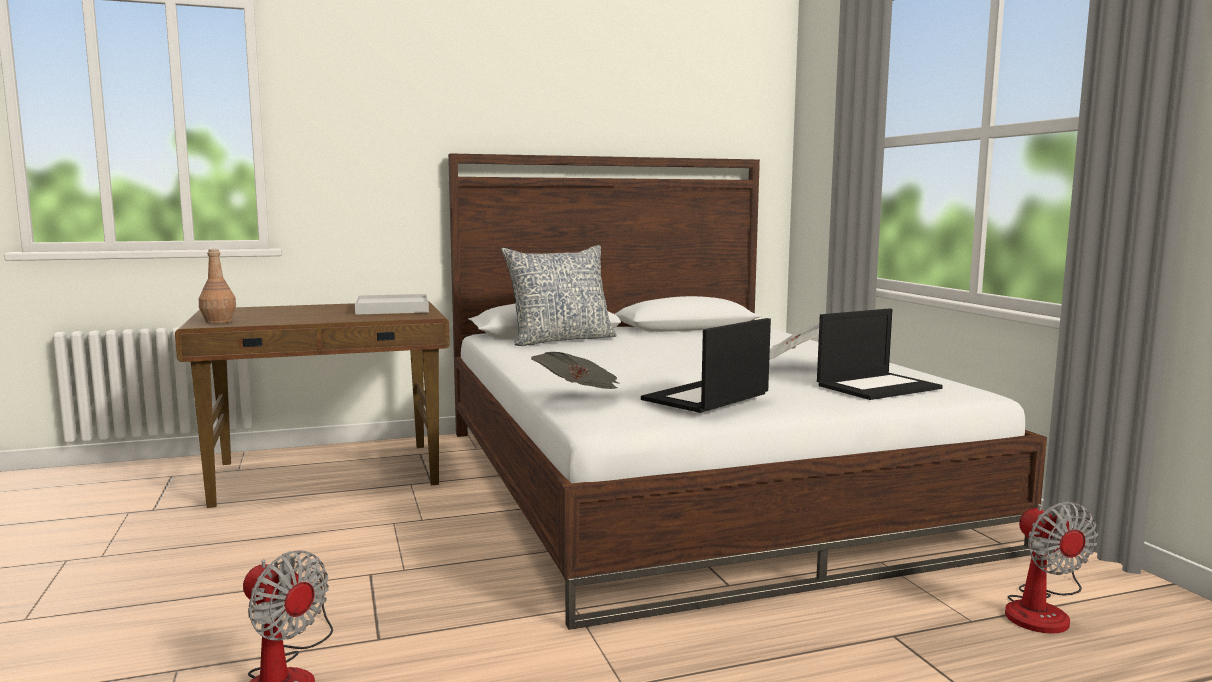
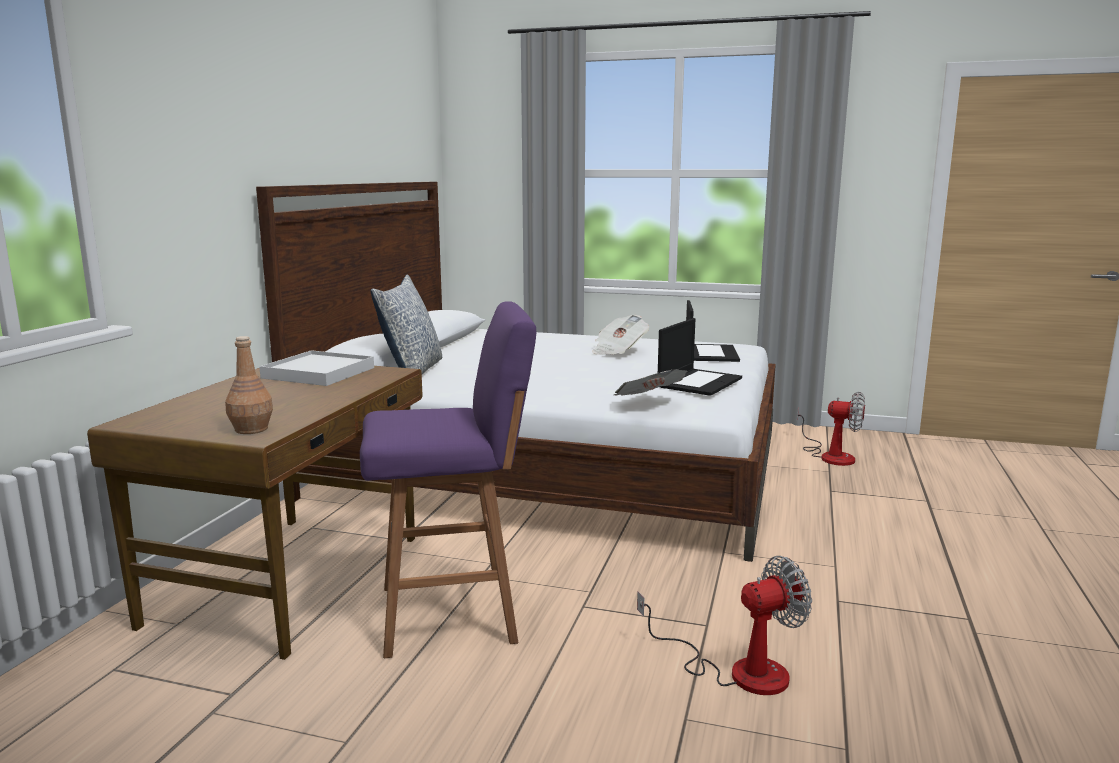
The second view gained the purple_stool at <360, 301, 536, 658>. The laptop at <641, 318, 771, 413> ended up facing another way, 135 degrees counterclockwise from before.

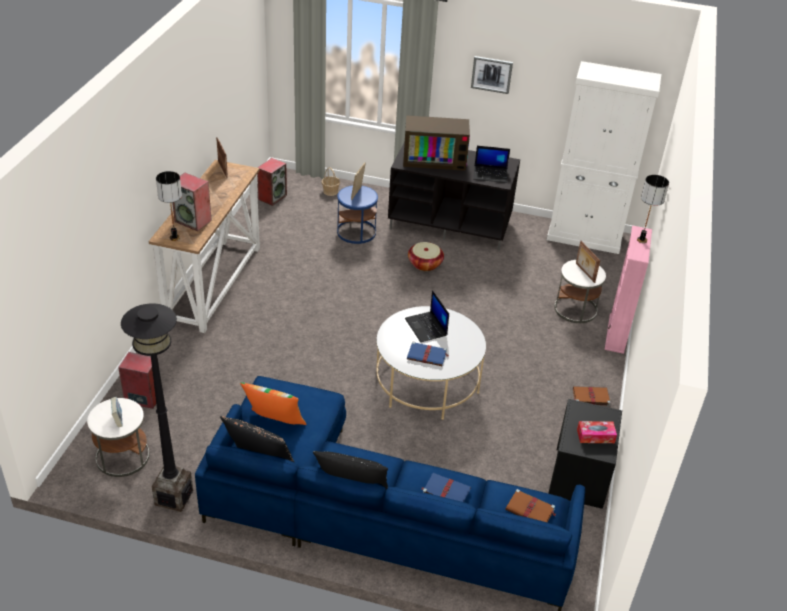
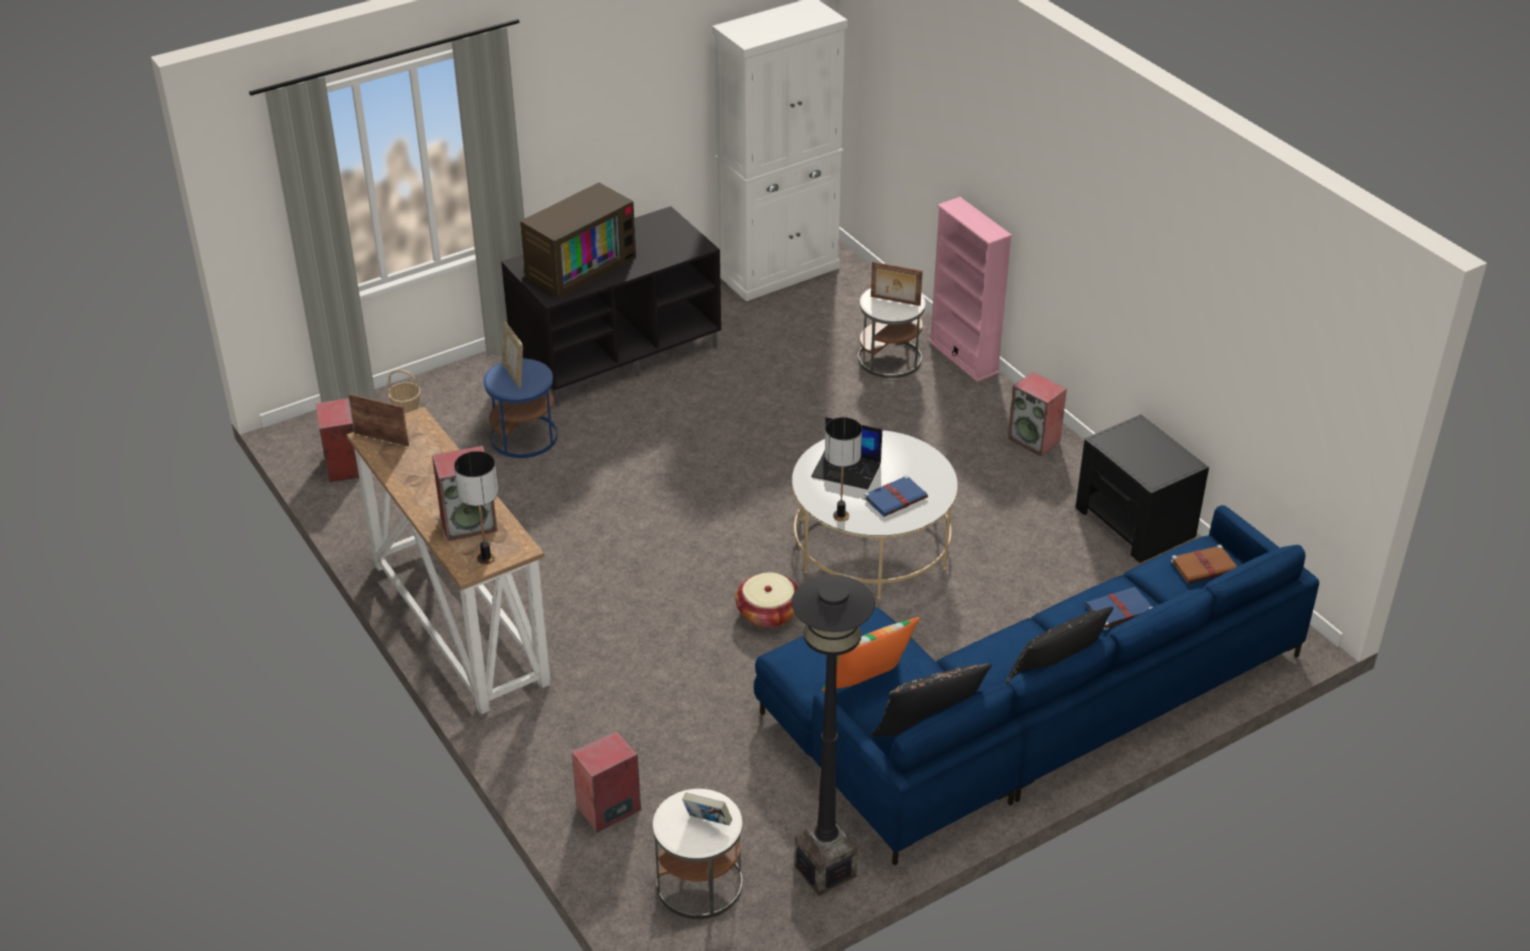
The basket ended up elsewhere, having gone from <408, 242, 444, 271> to <735, 572, 798, 628>. The table_lamp ended up elsewhere, having gone from <637, 175, 669, 243> to <825, 417, 862, 521>. Where the brown_book stood at <573, 386, 611, 406>, the speaker came to stand at <1008, 372, 1067, 456>. The second view lost the picture at <471, 56, 513, 94>. The second view lost the laptop at <473, 146, 510, 183>. The second view lost the tissue_box at <577, 421, 617, 443>.

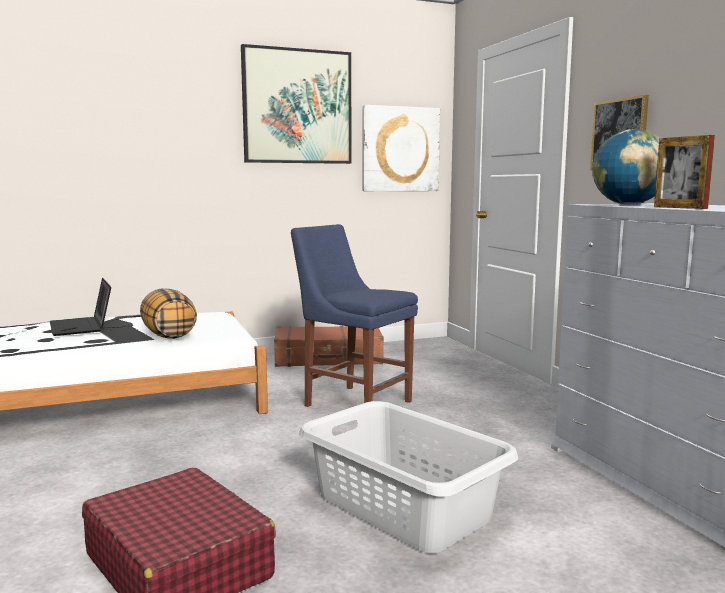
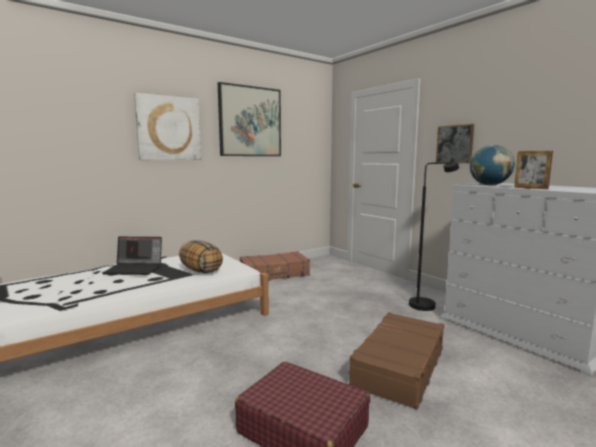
The laptop at <50, 278, 111, 336> ended up facing another way, 45 degrees counterclockwise from before. The picture ended up elsewhere, having gone from <362, 105, 440, 191> to <134, 93, 202, 160>. Where the grey_laundry_basket stood at <299, 401, 518, 553>, the brown_suitcase came to stand at <348, 312, 444, 410>. The second view gained the black_floor_lamp at <409, 162, 459, 311>. The second view lost the blue_chair at <291, 224, 418, 407>.

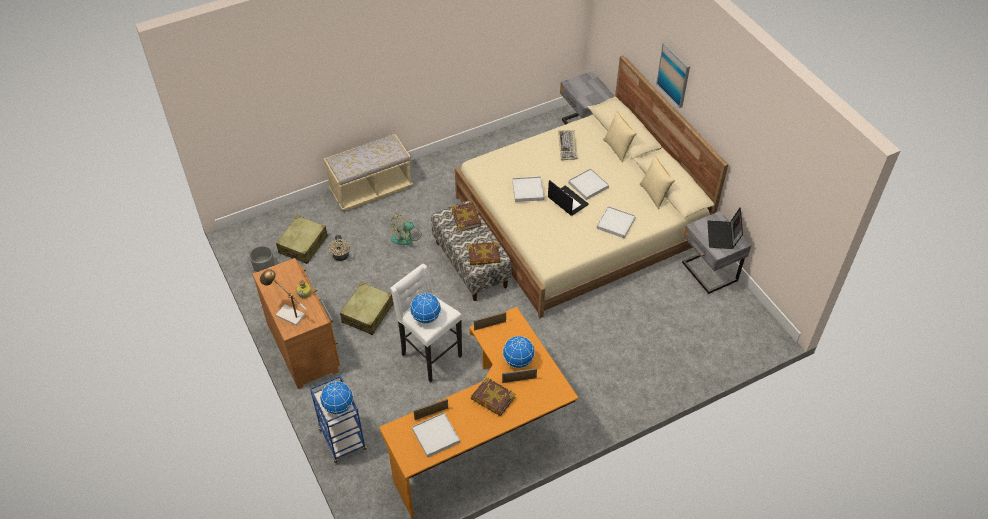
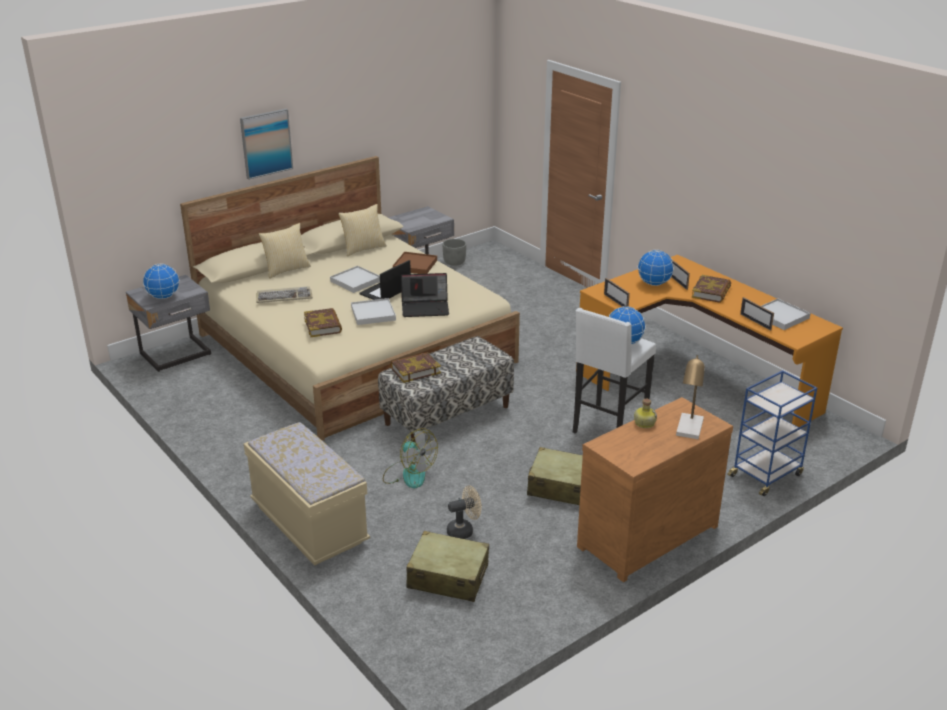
The globe ended up elsewhere, having gone from <320, 381, 353, 415> to <143, 264, 180, 299>. The book ended up elsewhere, having gone from <468, 242, 500, 265> to <304, 308, 342, 337>. What was the white_tray at <597, 206, 636, 239> turned into the brown_tray at <393, 252, 437, 274>. The laptop ended up elsewhere, having gone from <707, 208, 743, 249> to <401, 273, 449, 317>. The grey_planter ended up elsewhere, having gone from <249, 246, 274, 272> to <442, 239, 466, 266>.

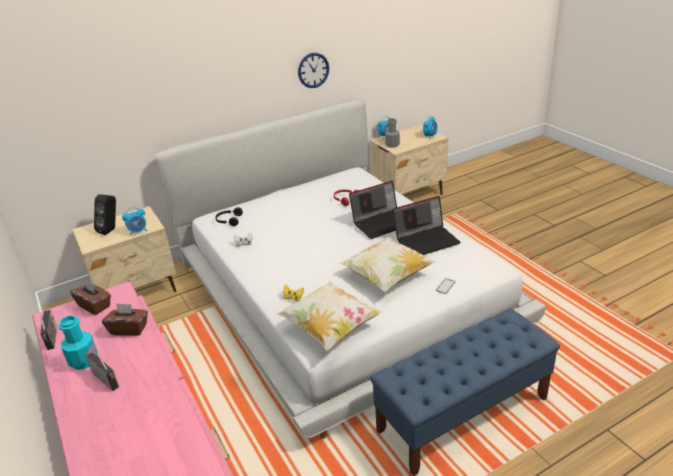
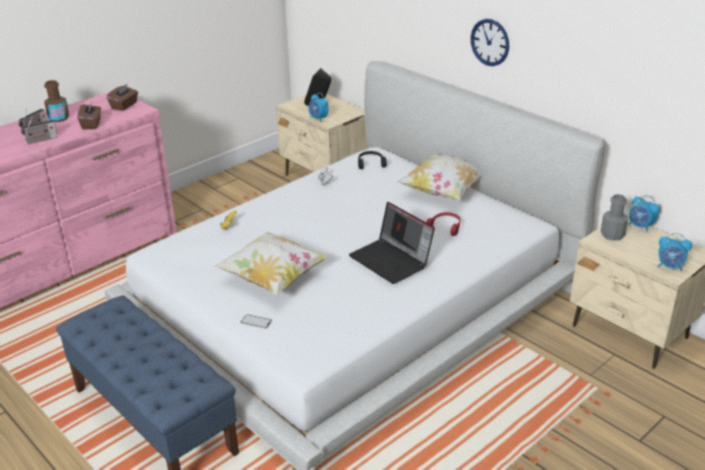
The radio ended up elsewhere, having gone from <40, 310, 57, 350> to <21, 116, 58, 144>. What was the turquoise_bottle at <59, 315, 98, 370> turned into the brown_bottle at <44, 80, 69, 122>. The pillow ended up elsewhere, having gone from <277, 281, 383, 351> to <397, 154, 482, 200>. The wall_clock ended up elsewhere, having gone from <298, 53, 329, 88> to <471, 19, 509, 66>. The second view lost the laptop at <393, 196, 461, 255>.

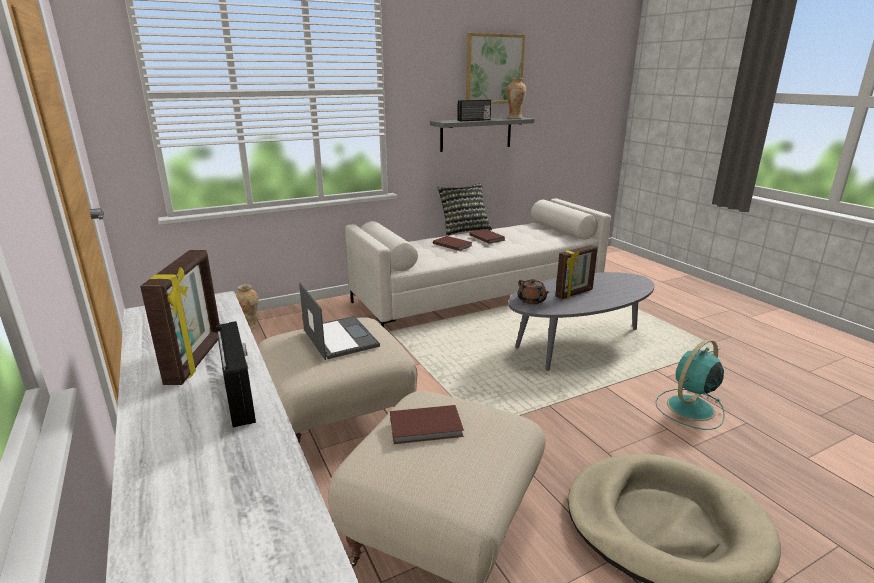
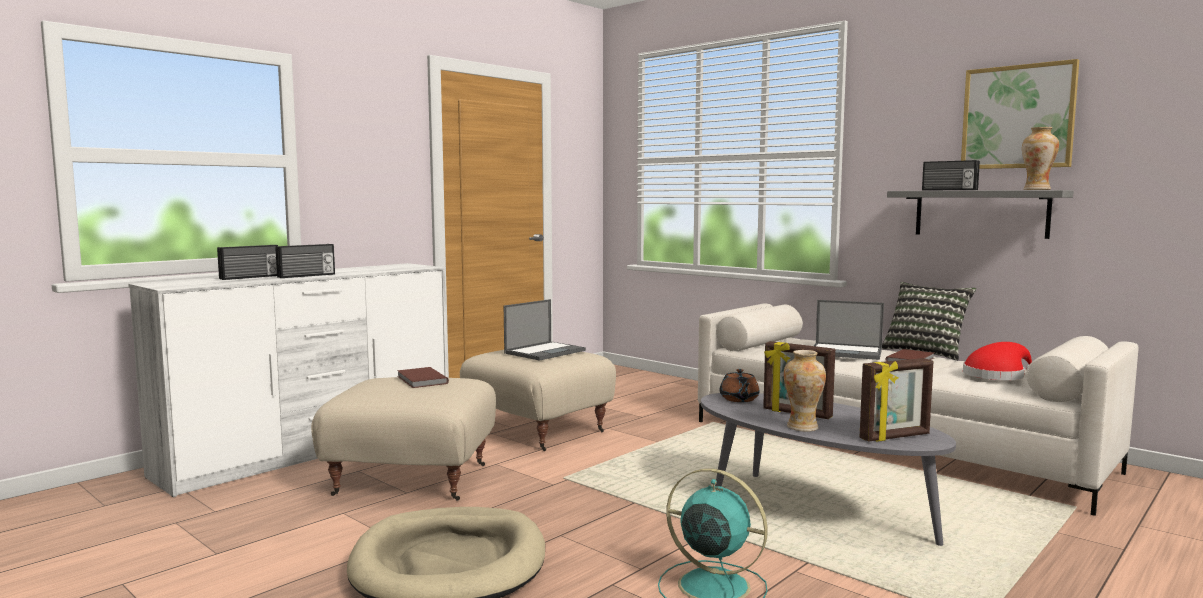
The second view gained the radio at <217, 245, 278, 280>. The brown_teapot at <517, 279, 550, 304> ended up facing another way, 45 degrees counterclockwise from before. The vase ended up elsewhere, having gone from <236, 284, 259, 329> to <784, 350, 826, 432>. Where the brown_book stood at <433, 236, 473, 251>, the laptop came to stand at <814, 300, 884, 360>. The picture_frame ended up elsewhere, having gone from <140, 250, 220, 385> to <860, 358, 934, 442>. The second view gained the red_hat at <963, 342, 1032, 380>.

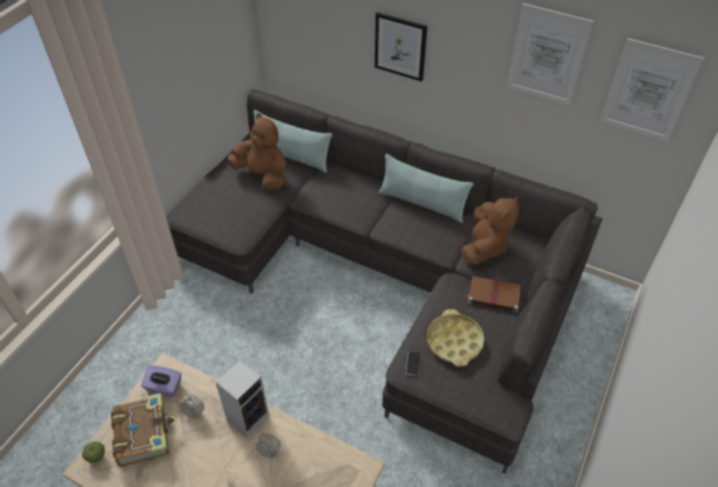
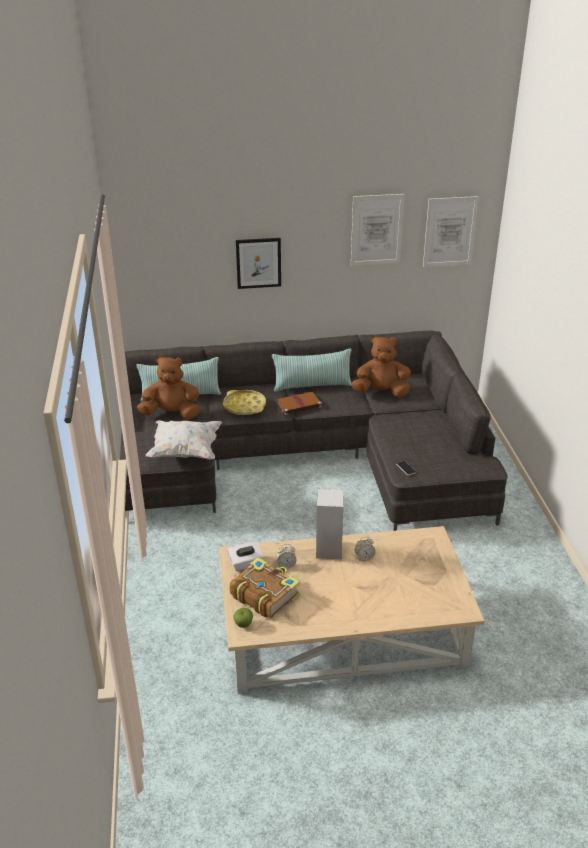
The second view gained the white_pillow at <145, 420, 222, 460>. The yellow_tray ended up elsewhere, having gone from <427, 309, 484, 367> to <223, 390, 266, 415>. What was the purple_tissue_box at <141, 365, 181, 397> turned into the white_tissue_box at <227, 541, 264, 571>. The brown_book ended up elsewhere, having gone from <464, 276, 521, 313> to <276, 392, 322, 415>. The brown_plush_toy at <461, 196, 519, 265> ended up facing another way, 75 degrees counterclockwise from before.

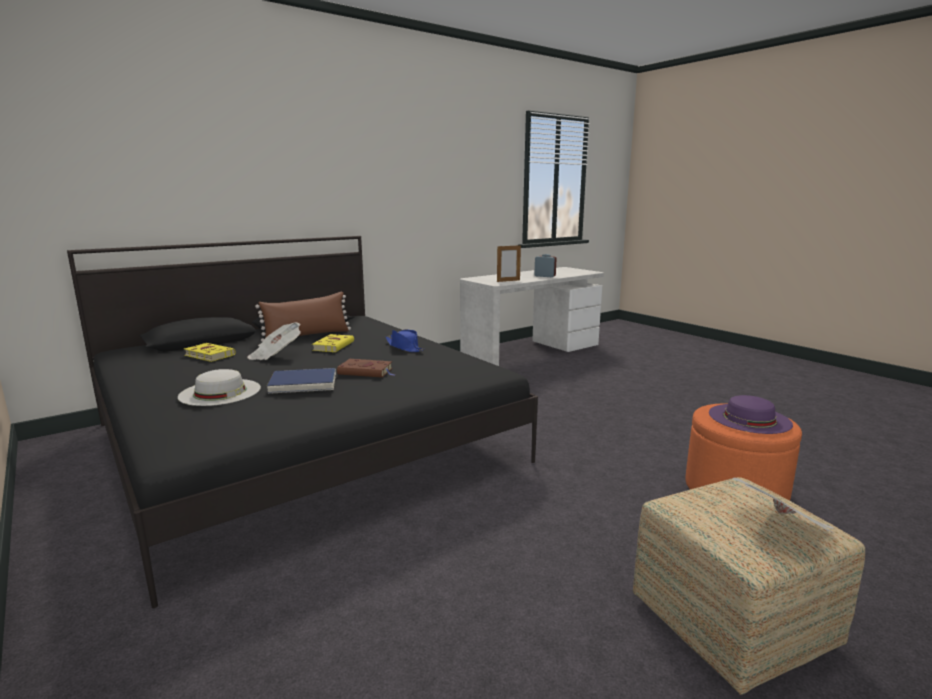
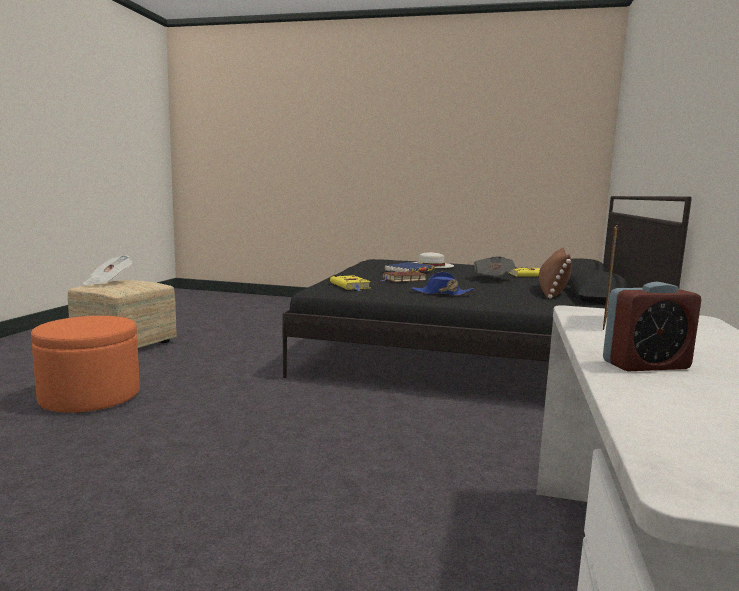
The yellow_book ended up elsewhere, having gone from <312, 334, 354, 352> to <330, 275, 371, 291>. The second view lost the purple_hat at <709, 395, 793, 434>.

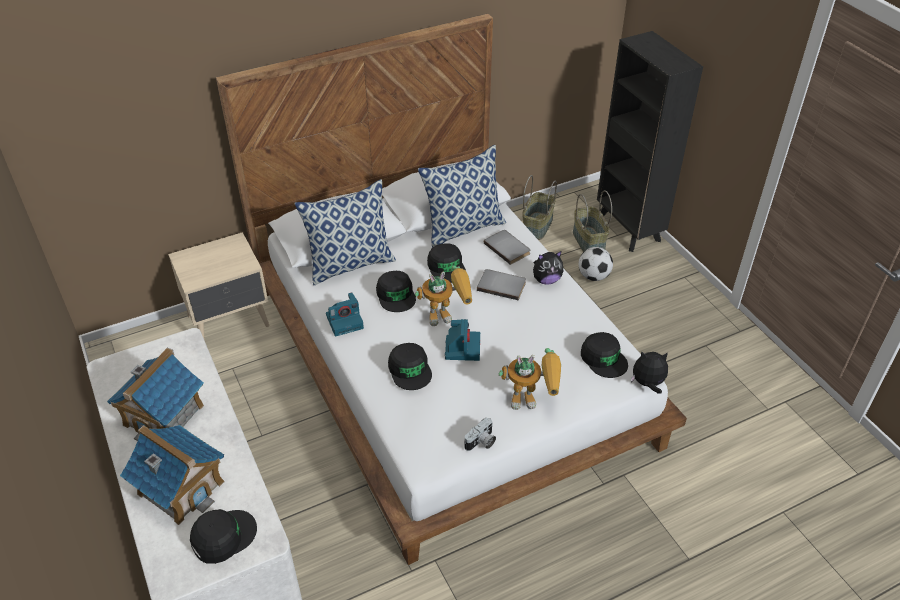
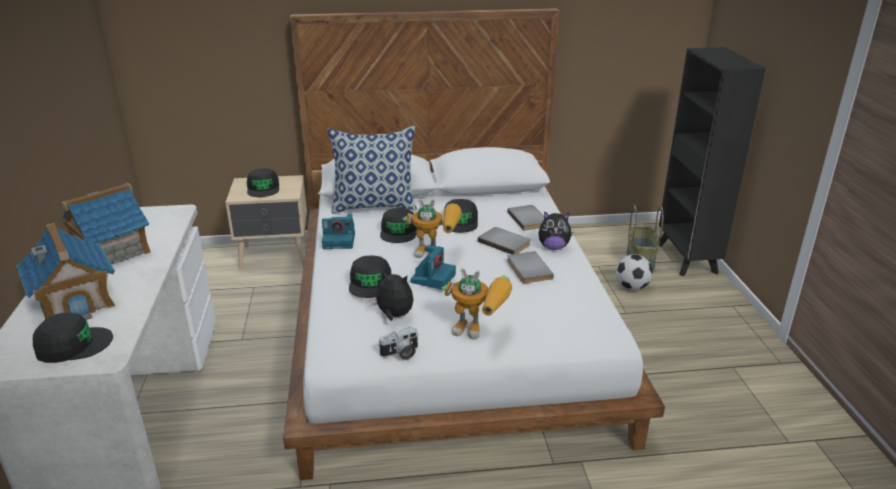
The black_cap ended up elsewhere, having gone from <581, 332, 628, 378> to <247, 168, 279, 197>. The plush_toy ended up elsewhere, having gone from <631, 351, 668, 394> to <370, 269, 414, 321>. The second view gained the grey_book at <507, 251, 554, 284>. The second view lost the pillow at <418, 145, 506, 248>. The second view lost the basket at <522, 175, 557, 240>.

